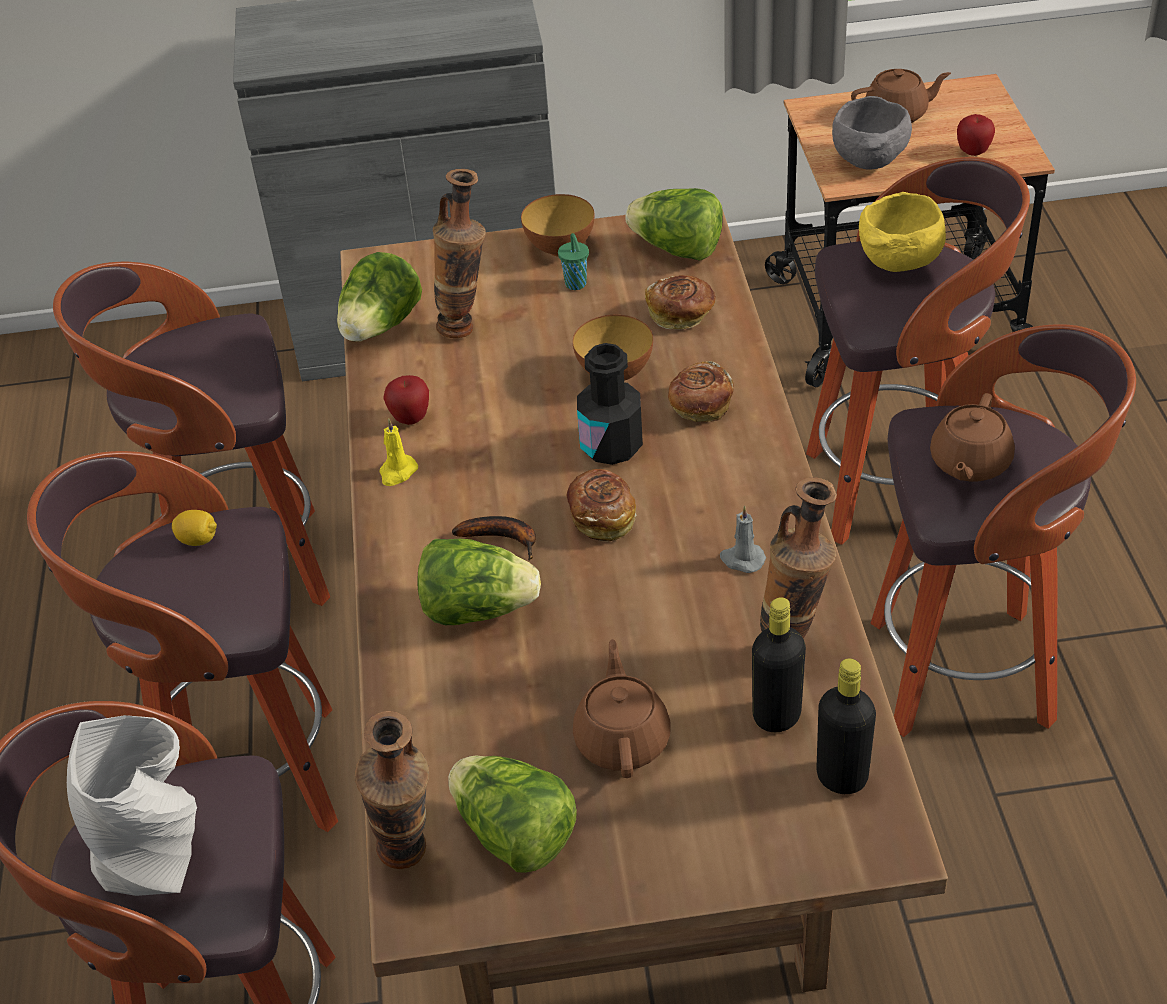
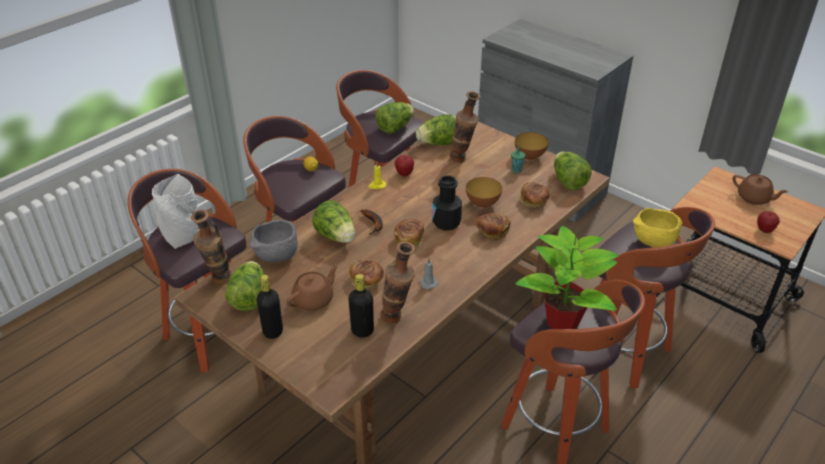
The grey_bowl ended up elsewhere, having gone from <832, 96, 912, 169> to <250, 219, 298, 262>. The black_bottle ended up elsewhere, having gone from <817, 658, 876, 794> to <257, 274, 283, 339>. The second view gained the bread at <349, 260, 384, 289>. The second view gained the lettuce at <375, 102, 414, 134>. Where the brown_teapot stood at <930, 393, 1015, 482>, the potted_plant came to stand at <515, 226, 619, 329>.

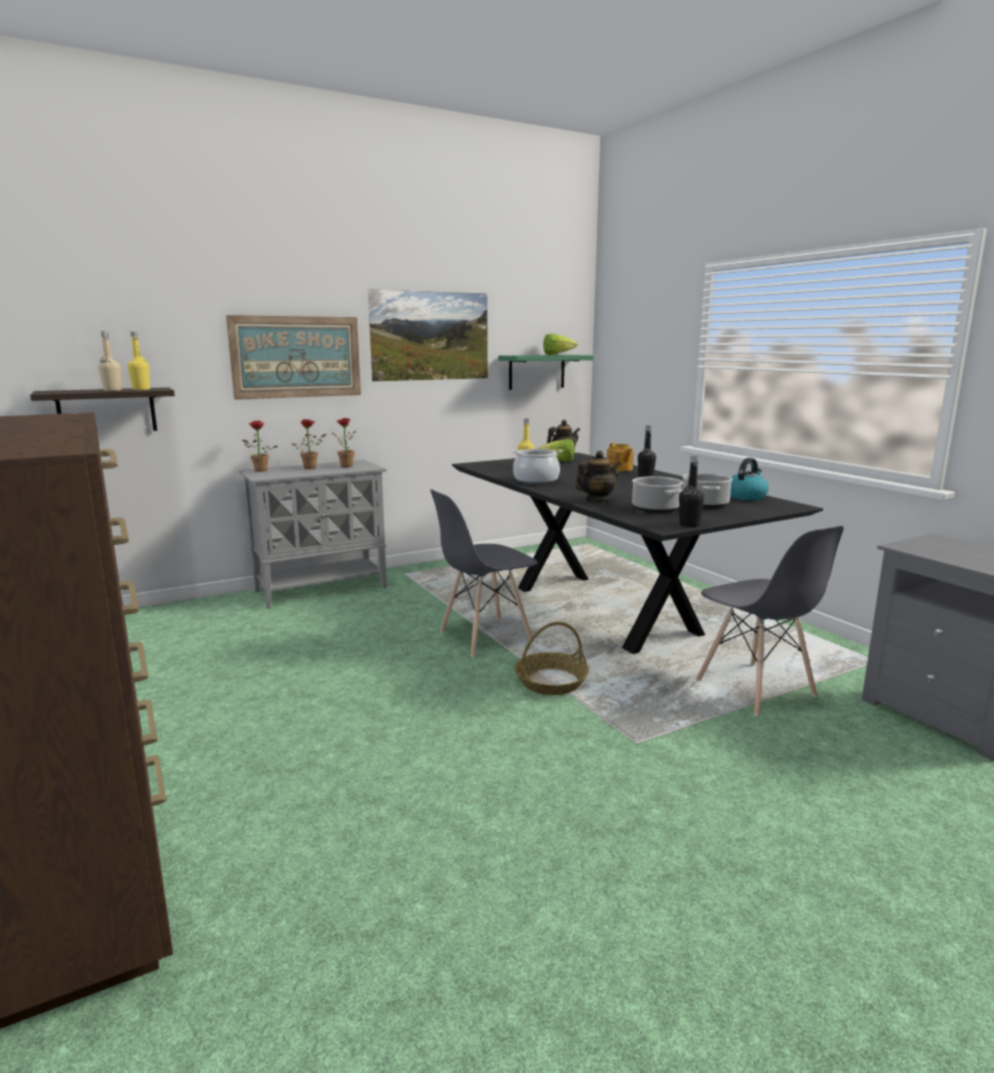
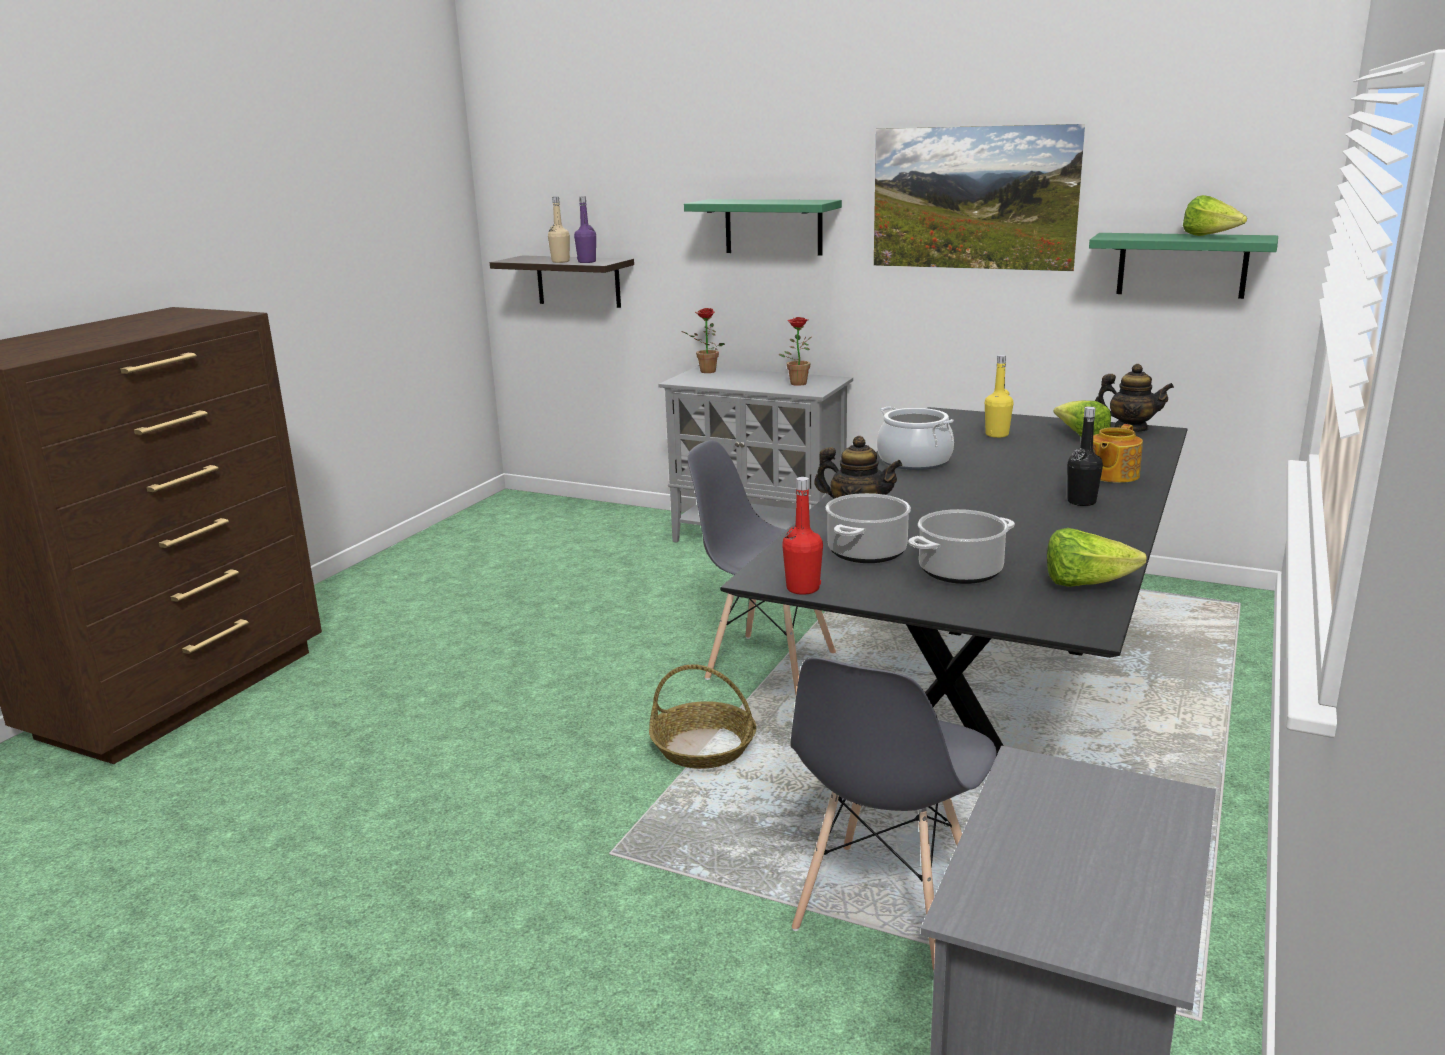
What was the yellow_bottle at <128, 332, 150, 390> turned into the purple_bottle at <574, 196, 596, 263>. Where the picture hung at <226, 315, 361, 400>, the green_shelf came to hang at <684, 199, 842, 255>. What was the black_bottle at <679, 455, 704, 527> turned into the red_bottle at <782, 477, 823, 595>. Where the kettle stood at <730, 458, 769, 500>, the lettuce came to stand at <1047, 528, 1147, 587>. The second view lost the potted_plant at <292, 419, 327, 469>.

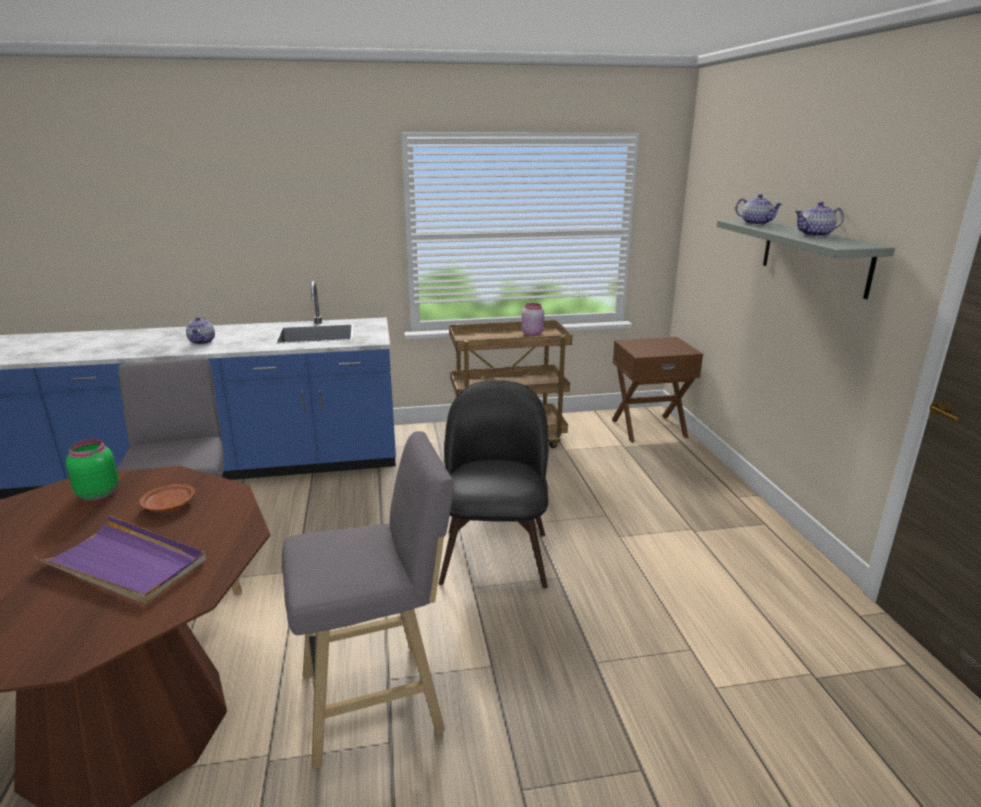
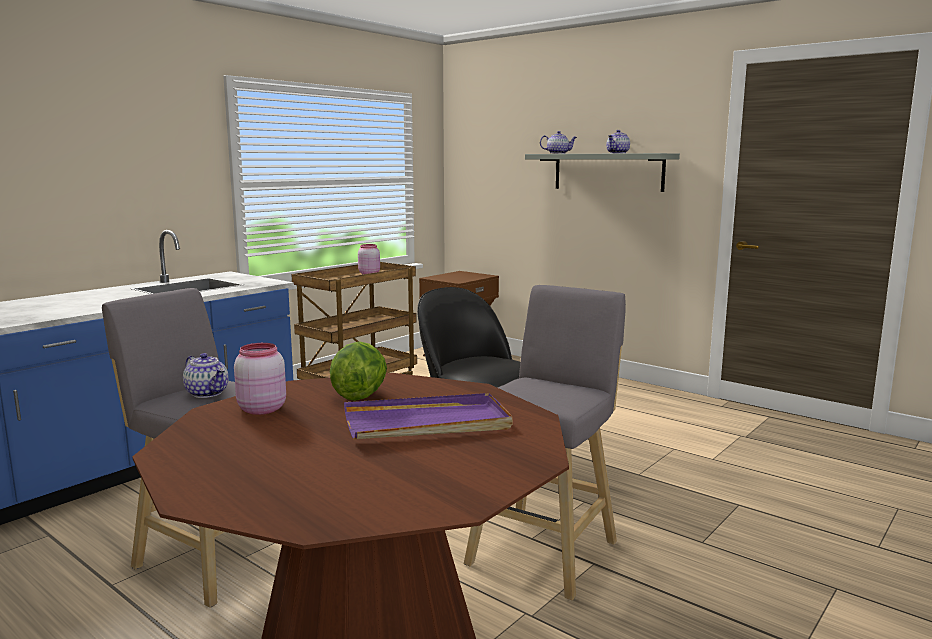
The teapot ended up elsewhere, having gone from <186, 317, 215, 344> to <183, 353, 229, 398>. What was the green_jar at <66, 439, 119, 500> turned into the pink_jar at <234, 343, 286, 415>. Where the brown_plate stood at <139, 484, 195, 512>, the lettuce came to stand at <330, 341, 387, 401>.

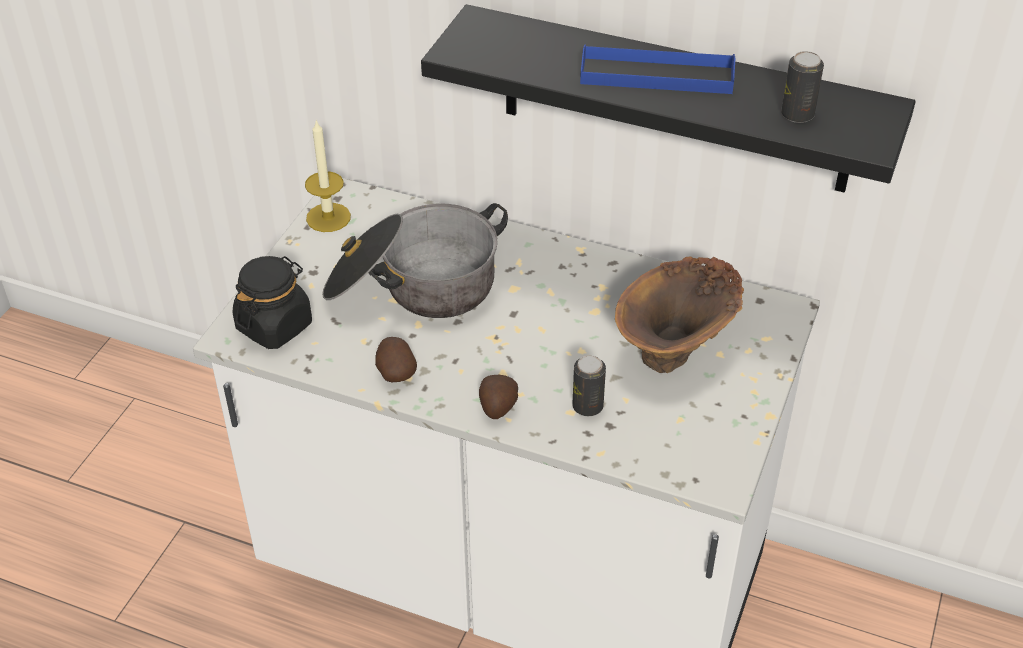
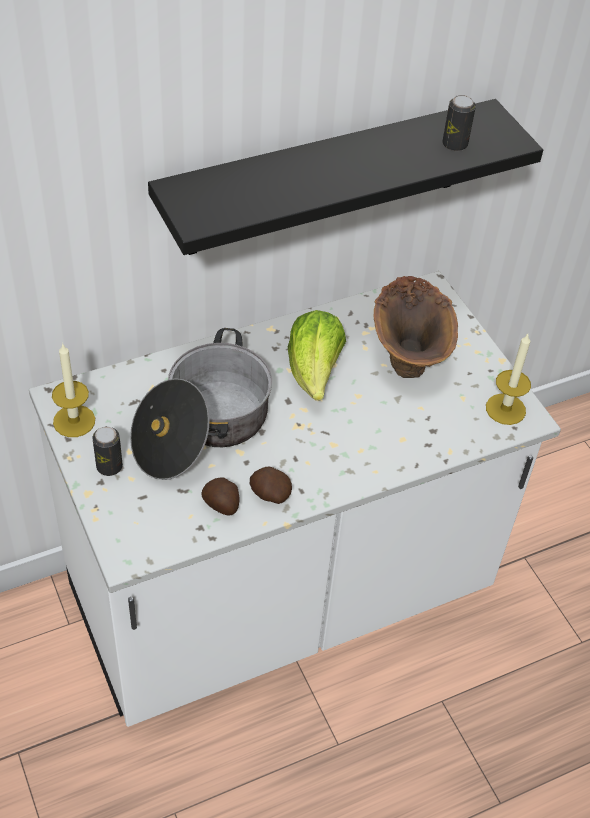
The can ended up elsewhere, having gone from <572, 355, 606, 416> to <93, 426, 123, 476>. The potato ended up elsewhere, having gone from <479, 375, 518, 419> to <202, 477, 239, 516>. The second view gained the lettuce at <288, 310, 346, 400>. The second view gained the candle at <486, 334, 531, 425>. The second view lost the black_jar at <233, 256, 312, 349>. The second view lost the blue_tray at <580, 45, 735, 94>.

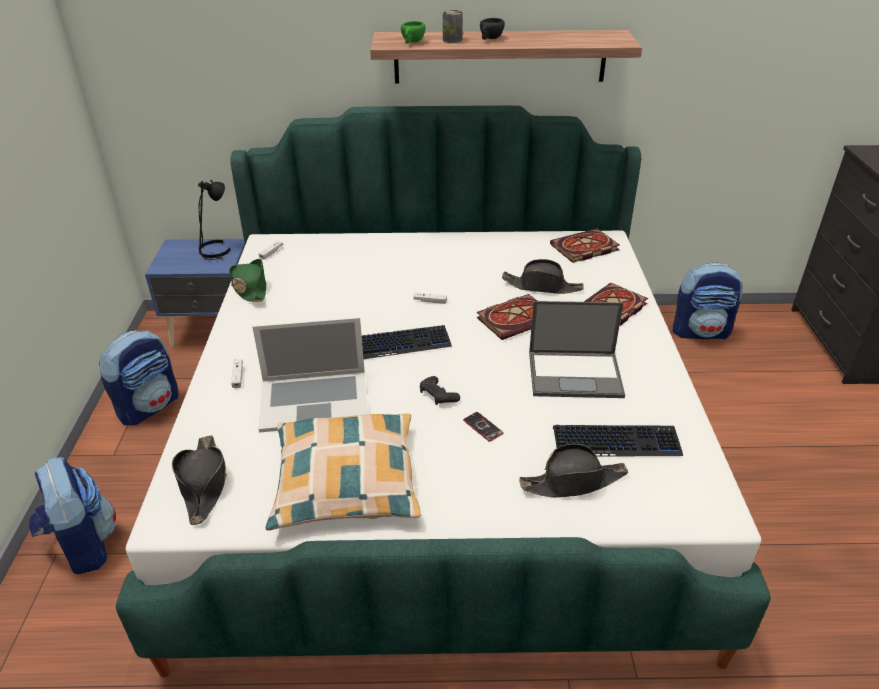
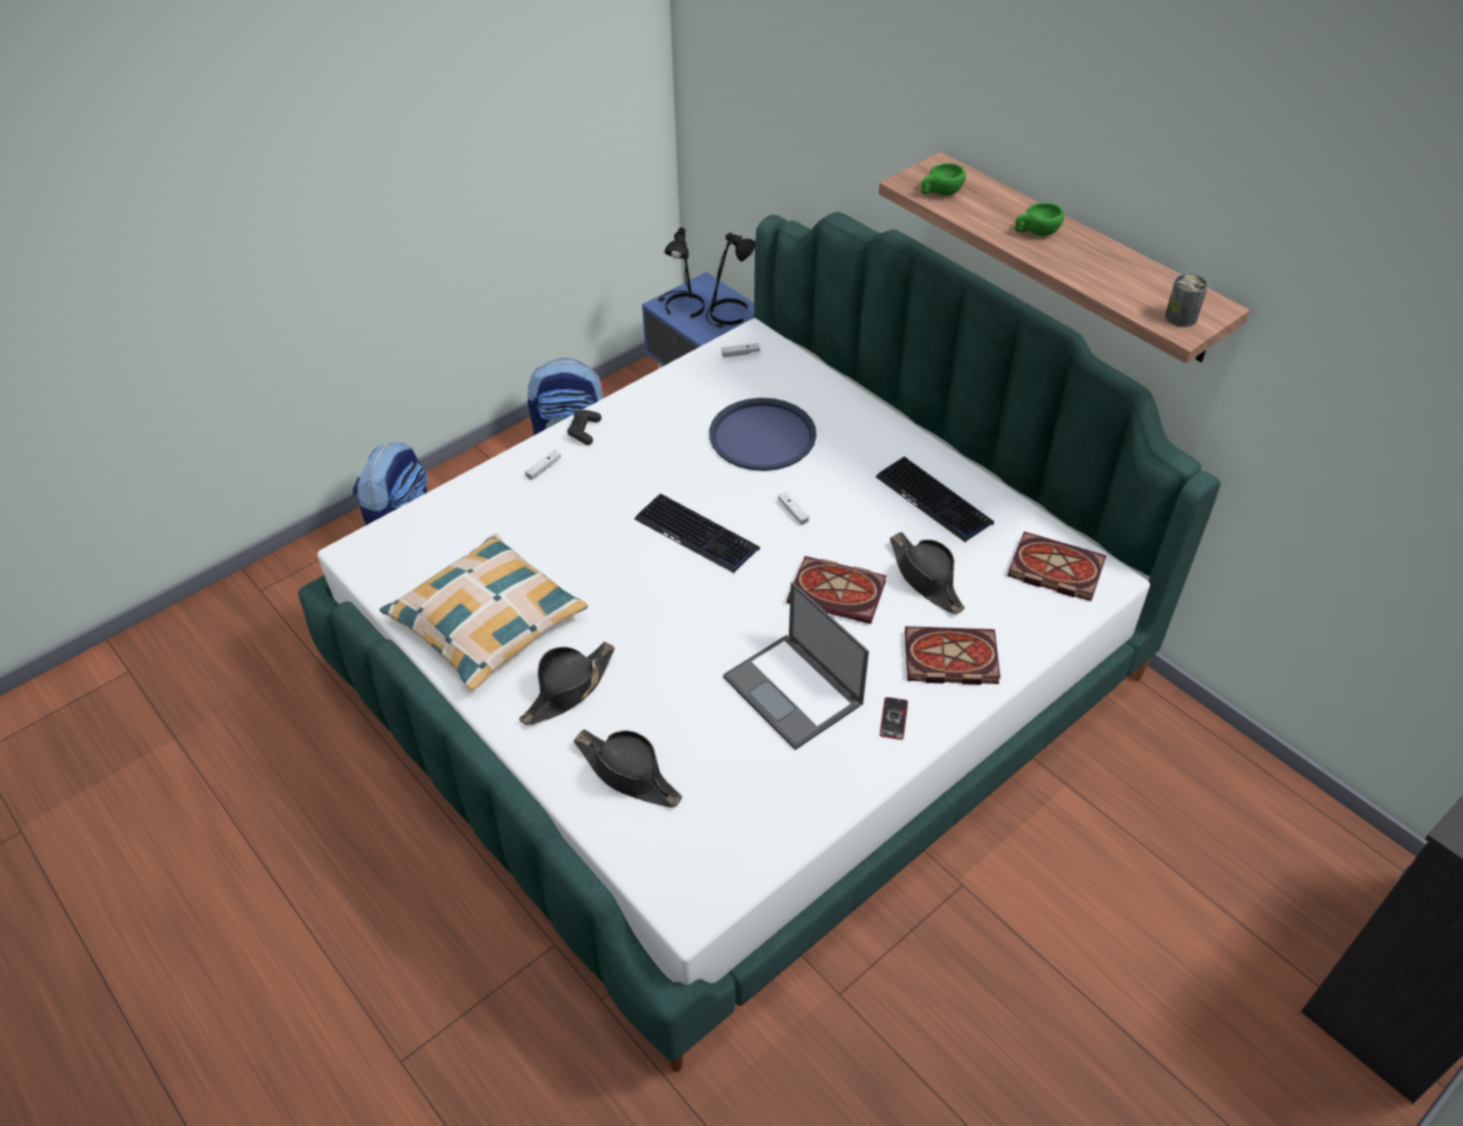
The black_hat ended up elsewhere, having gone from <172, 435, 227, 525> to <519, 642, 615, 726>. The black_game_controller ended up elsewhere, having gone from <420, 376, 460, 405> to <567, 410, 601, 445>. The second view gained the black_table_lamp at <658, 227, 704, 318>. The second view gained the blue_tray at <709, 398, 816, 471>. The keyboard ended up elsewhere, having gone from <553, 425, 683, 457> to <875, 457, 994, 542>. The phone ended up elsewhere, having gone from <463, 412, 503, 442> to <880, 697, 908, 740>. What was the black_cup at <480, 18, 505, 40> turned into the green_cup at <1015, 203, 1064, 236>. The can ended up elsewhere, having gone from <443, 10, 463, 43> to <1165, 273, 1208, 327>. The second view lost the green_hat at <229, 259, 266, 302>. The second view lost the laptop at <252, 318, 368, 433>. The second view lost the backpack at <673, 262, 743, 339>.

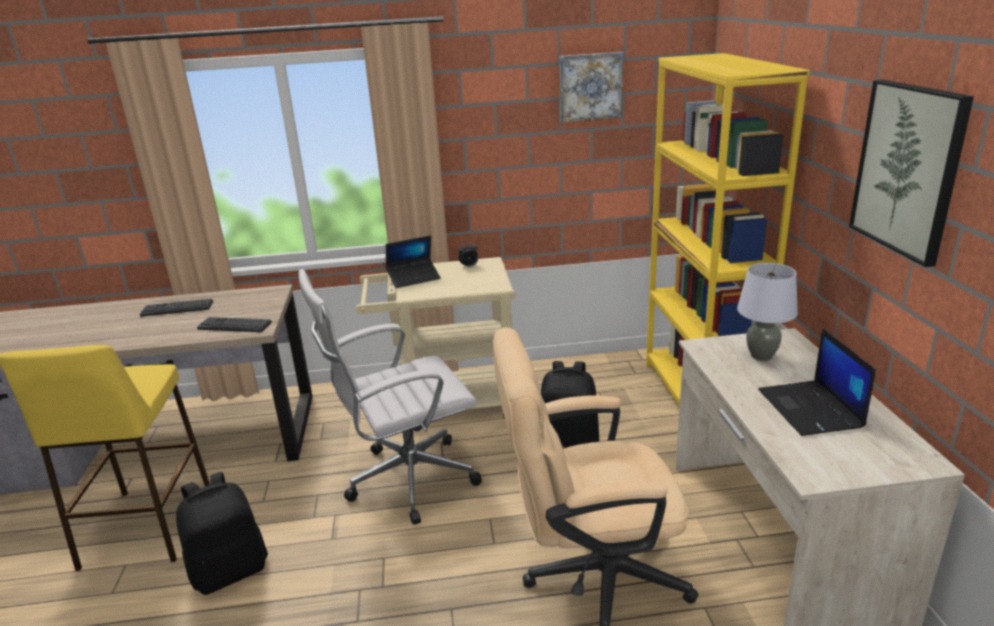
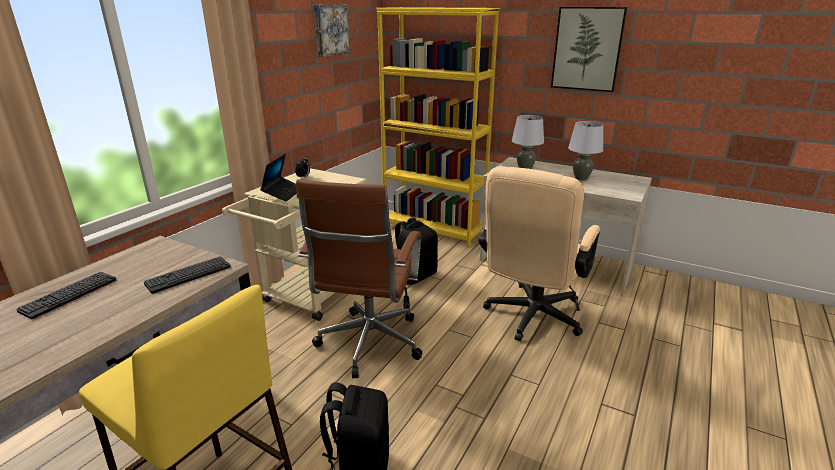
What was the white_office_chair at <299, 269, 482, 525> turned into the brown_office_chair at <296, 179, 422, 378>. Where the laptop stood at <758, 328, 876, 436>, the grey_table_lamp came to stand at <568, 121, 603, 180>.

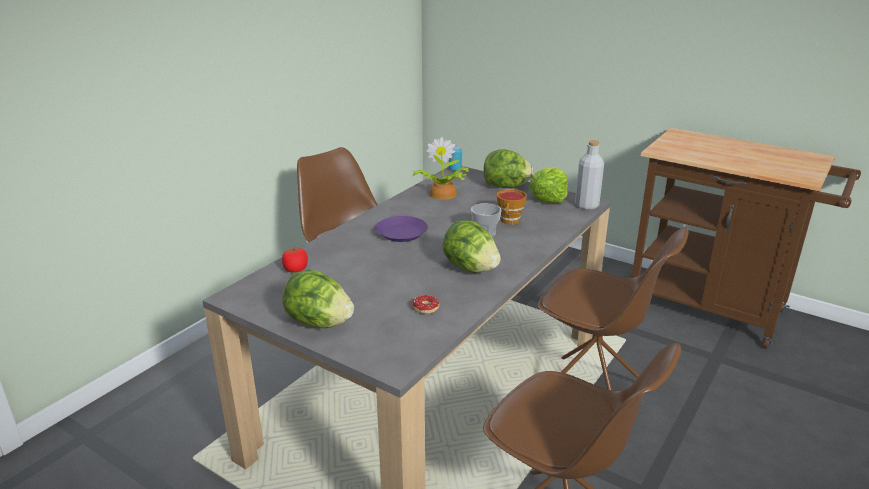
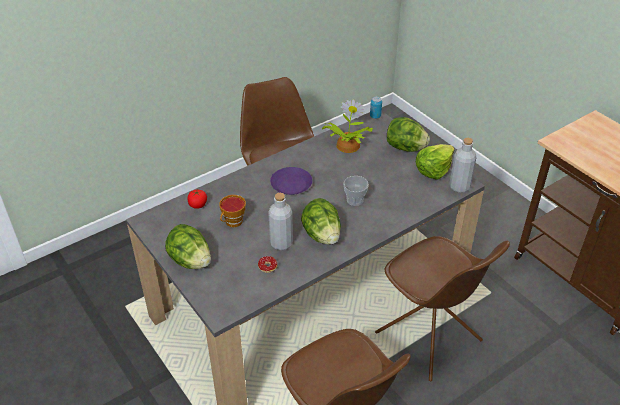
The cup ended up elsewhere, having gone from <497, 189, 527, 225> to <219, 195, 246, 227>. The second view gained the grey_bottle at <268, 193, 293, 250>.

